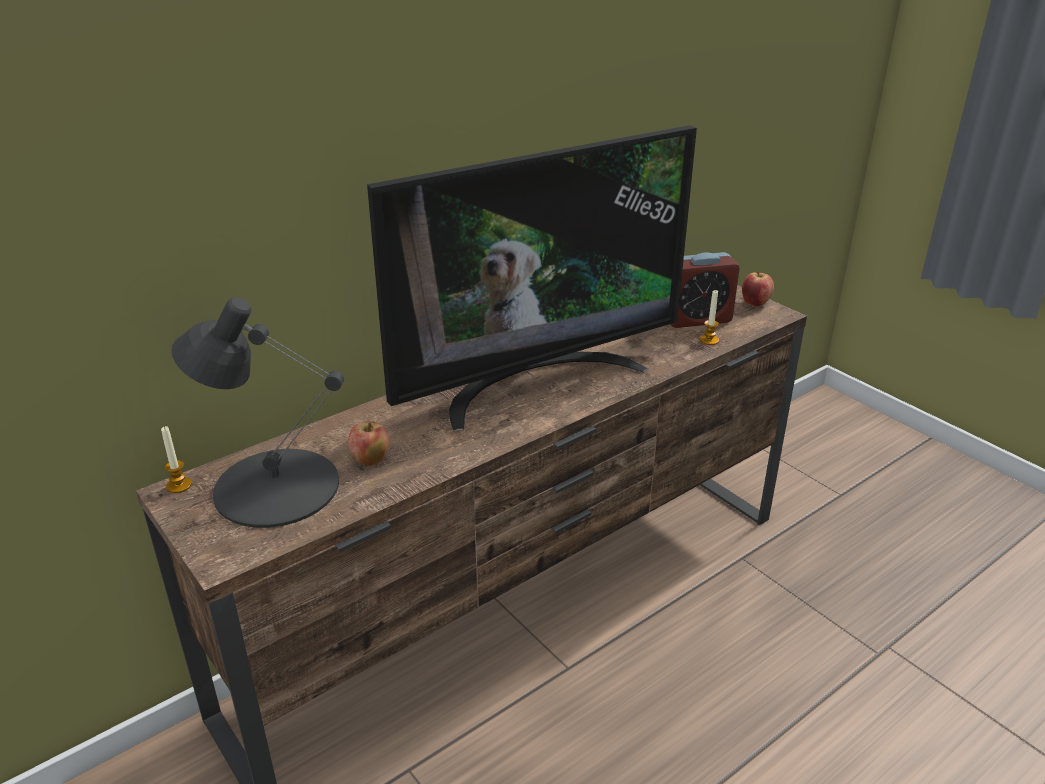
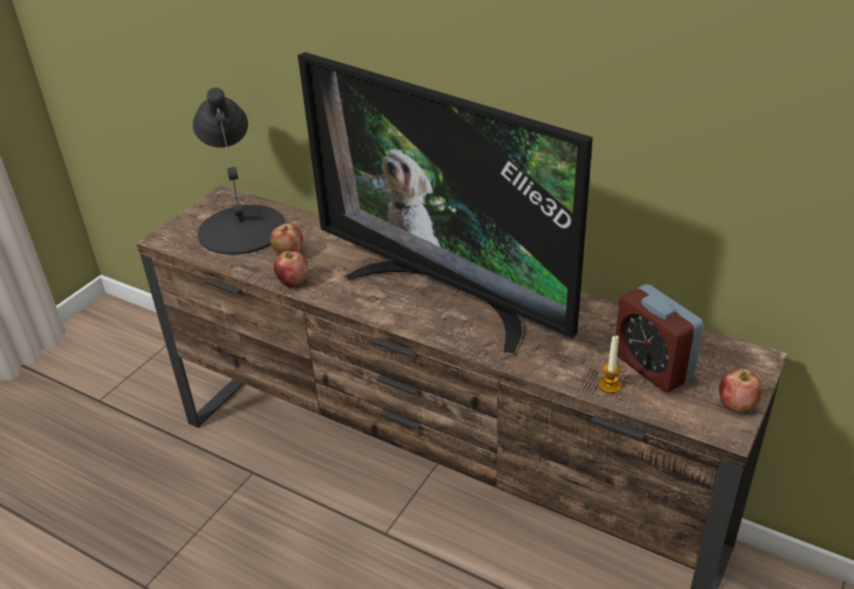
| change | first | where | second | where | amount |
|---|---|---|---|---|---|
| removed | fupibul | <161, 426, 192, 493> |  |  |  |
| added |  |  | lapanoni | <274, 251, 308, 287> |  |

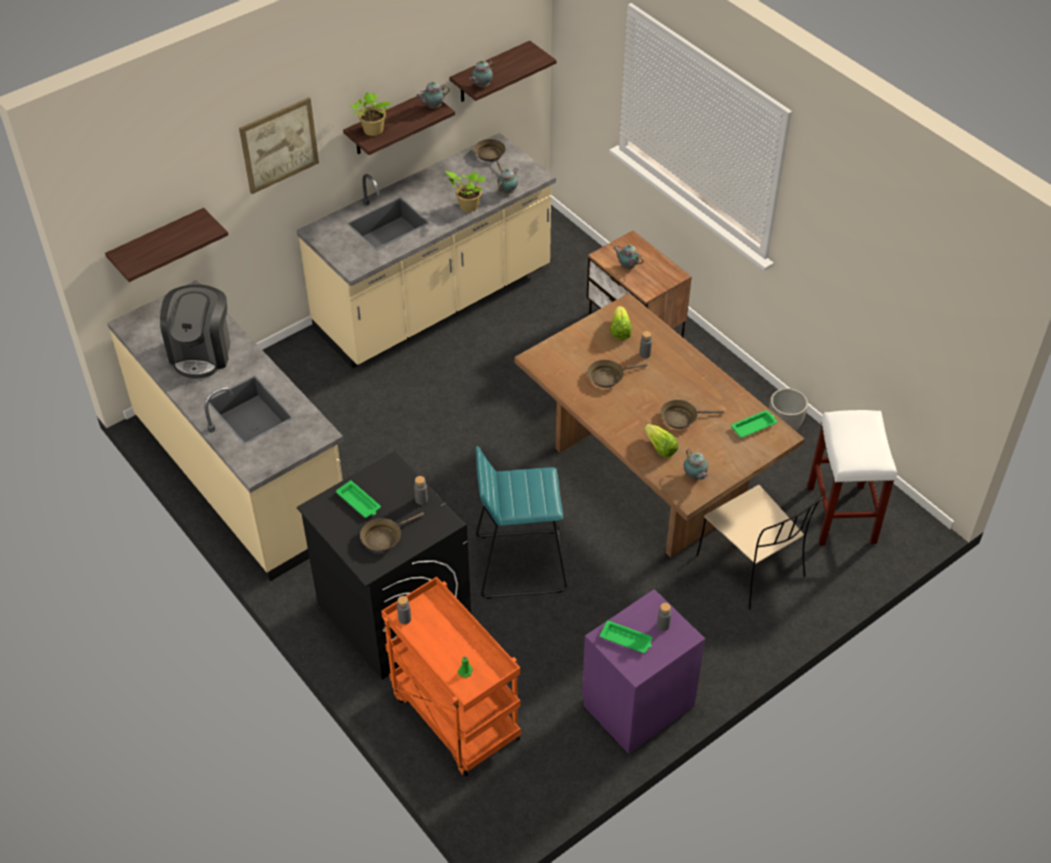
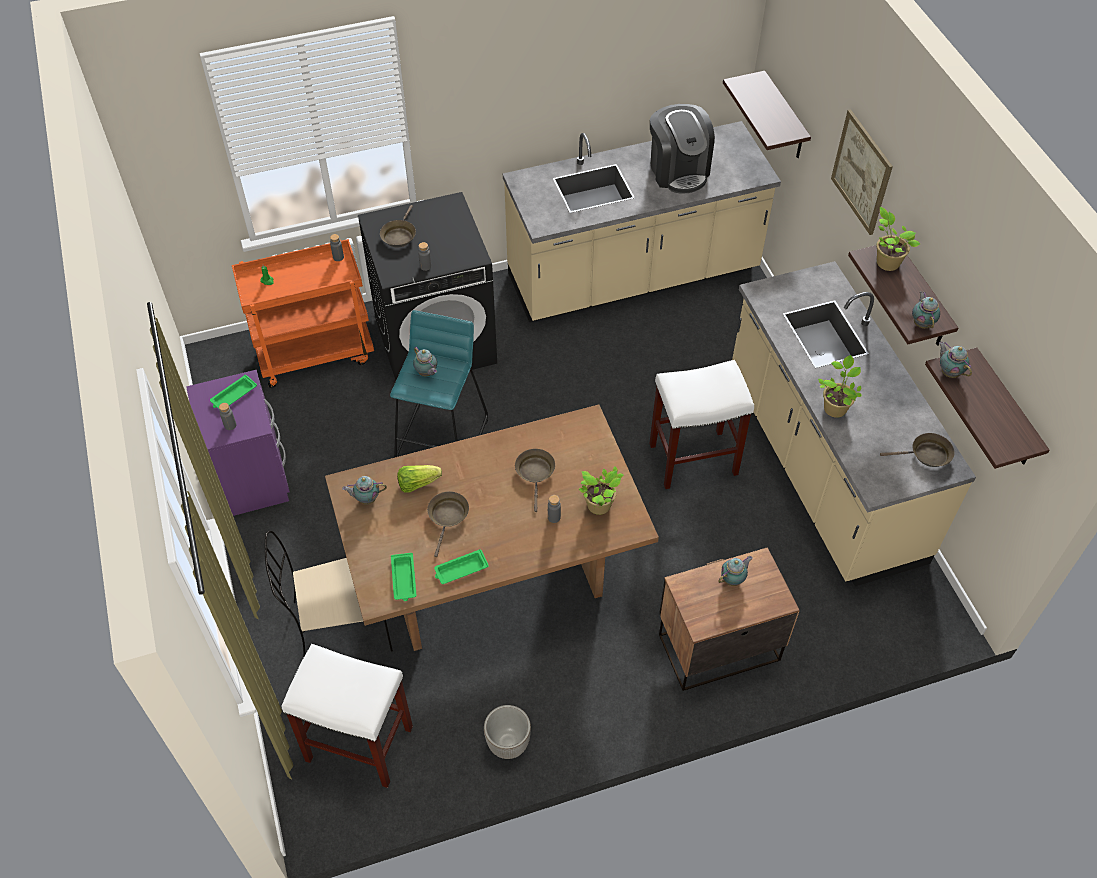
| change | first | where | second | where | amount |
|---|---|---|---|---|---|
| moved | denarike | <497, 168, 518, 194> |  | <413, 346, 437, 376> |  |
| turned | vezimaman | <160, 284, 230, 379> |  | <650, 104, 715, 194> | 135 degrees counterclockwise |
| replaced | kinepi | <610, 306, 632, 340> | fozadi | <579, 466, 624, 515> |  |
| moved | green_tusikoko | <336, 480, 381, 518> |  | <434, 549, 489, 584> |  |
| turned | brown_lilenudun | <360, 512, 424, 552> |  | <380, 205, 416, 247> | 150 degrees counterclockwise |
| added |  |  | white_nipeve | <649, 360, 754, 489> |  |

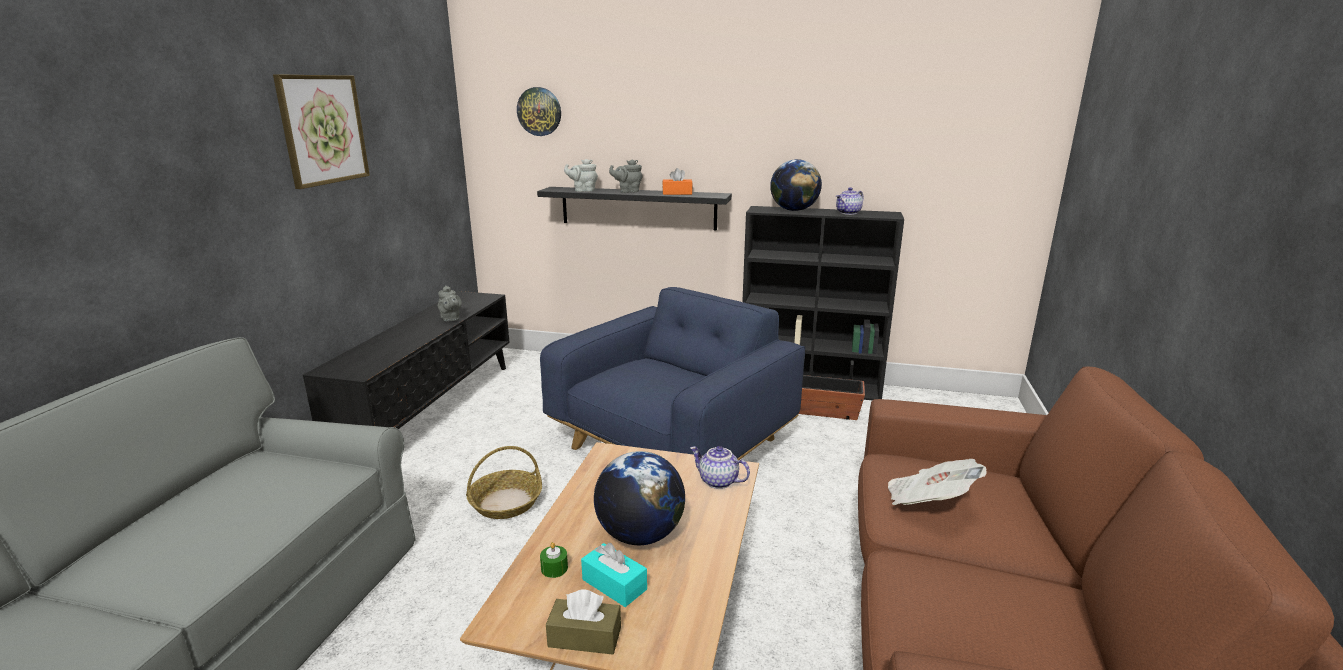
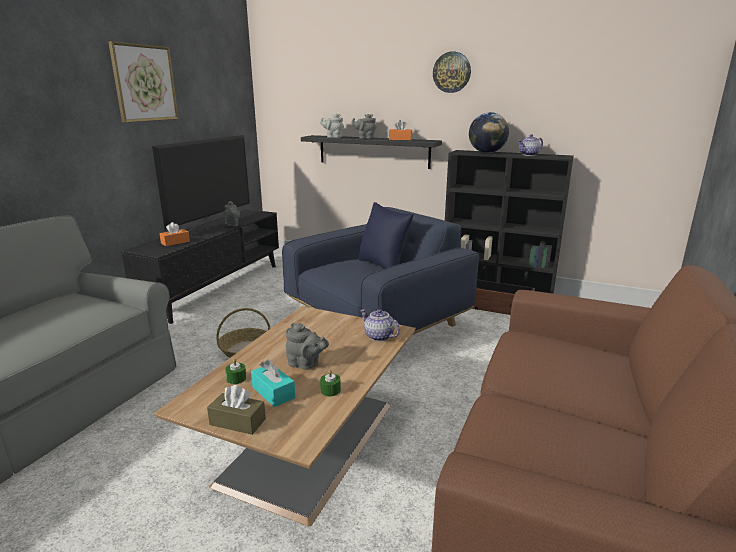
| change | first | where | second | where | amount |
|---|---|---|---|---|---|
| moved | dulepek | <517, 87, 561, 136> |  | <433, 51, 471, 93> |  |
| replaced | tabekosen | <594, 451, 685, 545> | grey_denarike | <286, 323, 329, 370> |  |
| removed | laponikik | <888, 459, 987, 505> |  |  |  |
| added |  |  | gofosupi | <152, 135, 250, 232> |  |
| added |  |  | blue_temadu | <359, 202, 414, 269> |  |
| added |  |  | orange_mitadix | <159, 222, 190, 246> |  |
| added |  |  | green_fupibul | <320, 370, 341, 396> |  |

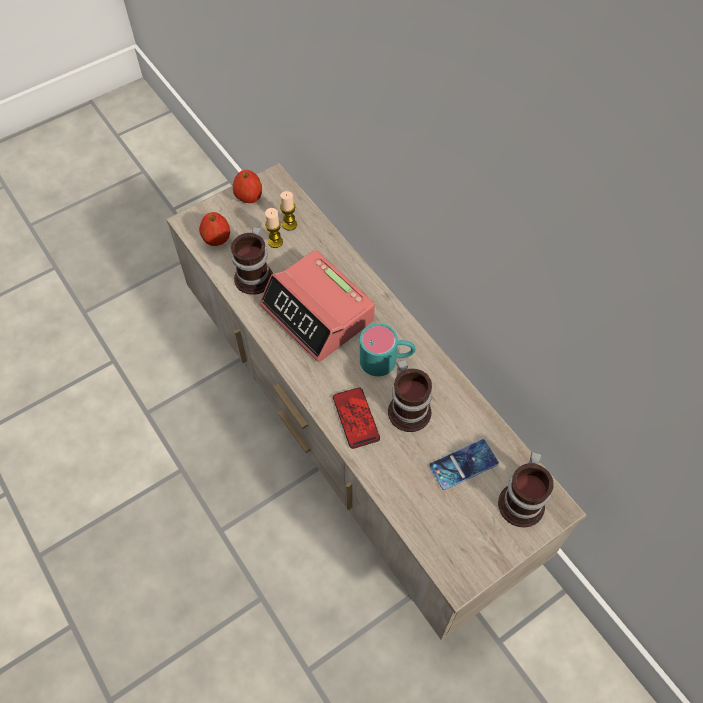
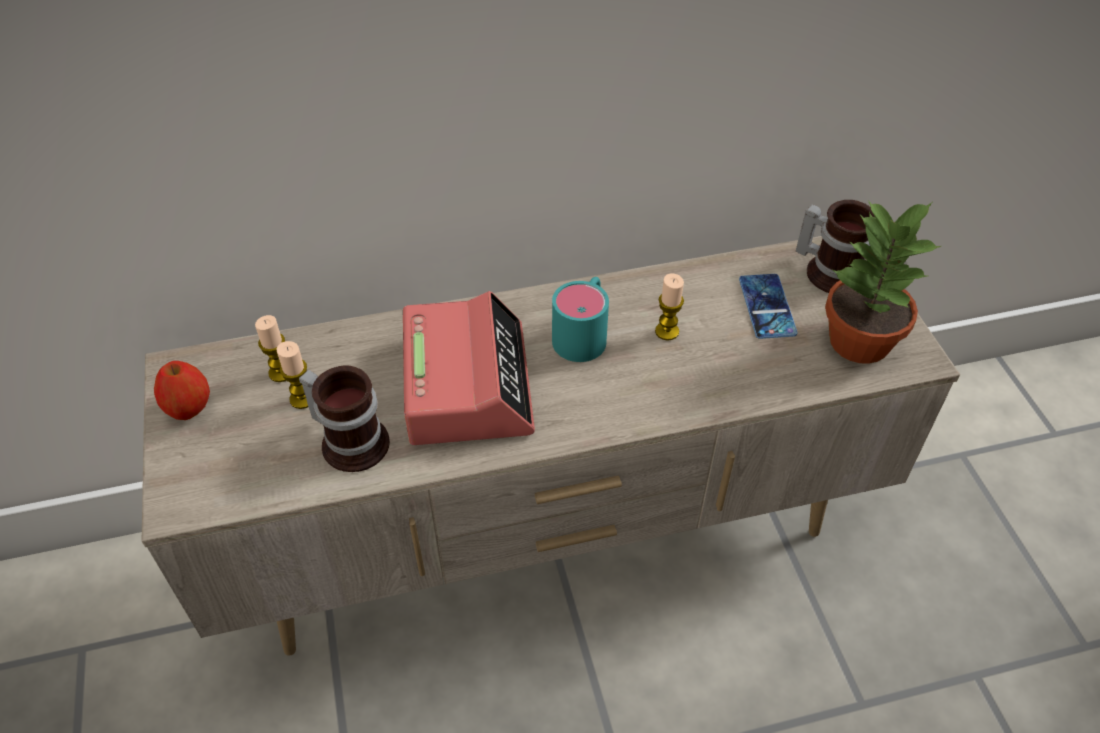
| change | first | where | second | where | amount |
|---|---|---|---|---|---|
| removed | lapanoni | <199, 212, 230, 246> |  |  |  |
| turned | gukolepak | <259, 250, 375, 362> |  | <403, 291, 535, 445> | 75 degrees counterclockwise |
| replaced | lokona | <388, 360, 432, 432> | fupibul | <655, 274, 684, 341> |  |
| removed | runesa | <333, 387, 380, 449> |  |  |  |
| added |  |  | fozadi | <825, 200, 941, 364> |  |

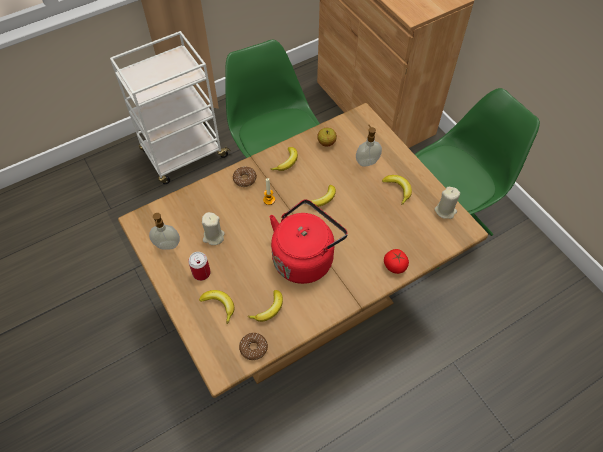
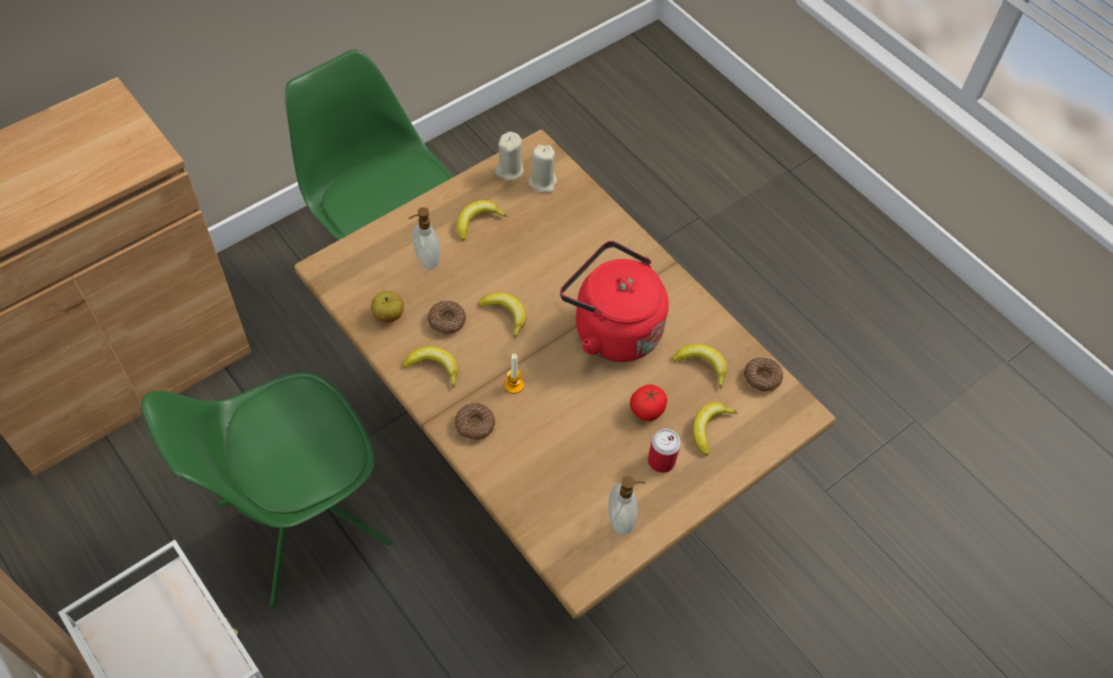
| change | first | where | second | where | amount |
|---|---|---|---|---|---|
| moved | beige_fupibul | <202, 212, 225, 245> |  | <529, 145, 557, 193> |  |
| moved | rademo | <384, 249, 409, 274> |  | <630, 384, 667, 421> |  |
| added |  |  | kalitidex | <428, 301, 466, 335> |  |

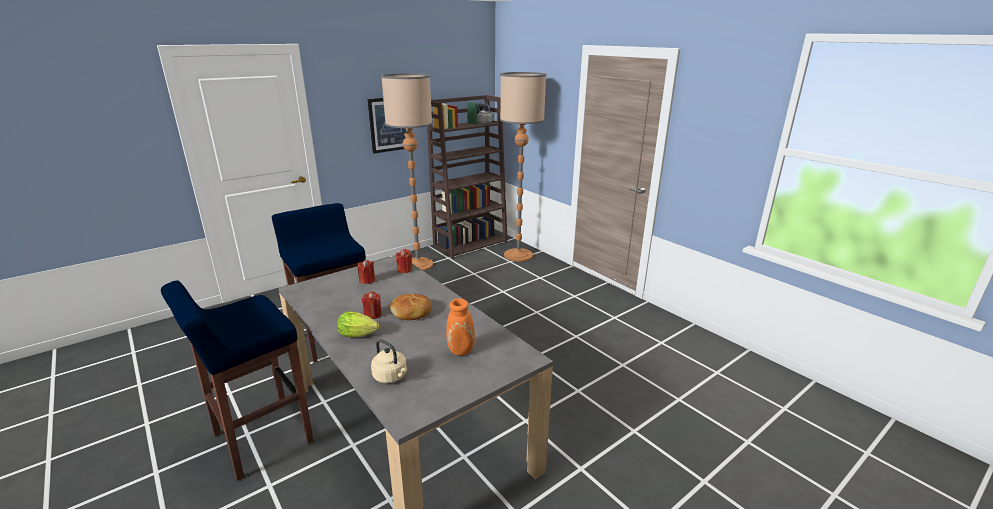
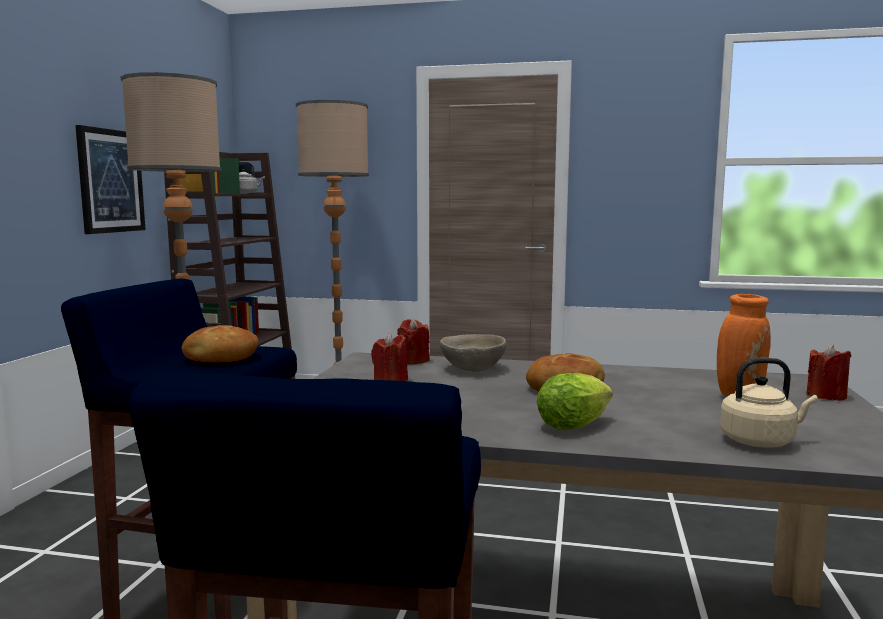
| change | first | where | second | where | amount |
|---|---|---|---|---|---|
| moved | red_fupibul | <362, 291, 382, 319> |  | <806, 344, 851, 401> |  |
| added |  |  | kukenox | <182, 325, 258, 362> |  |
| added |  |  | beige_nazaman | <440, 334, 507, 372> |  |

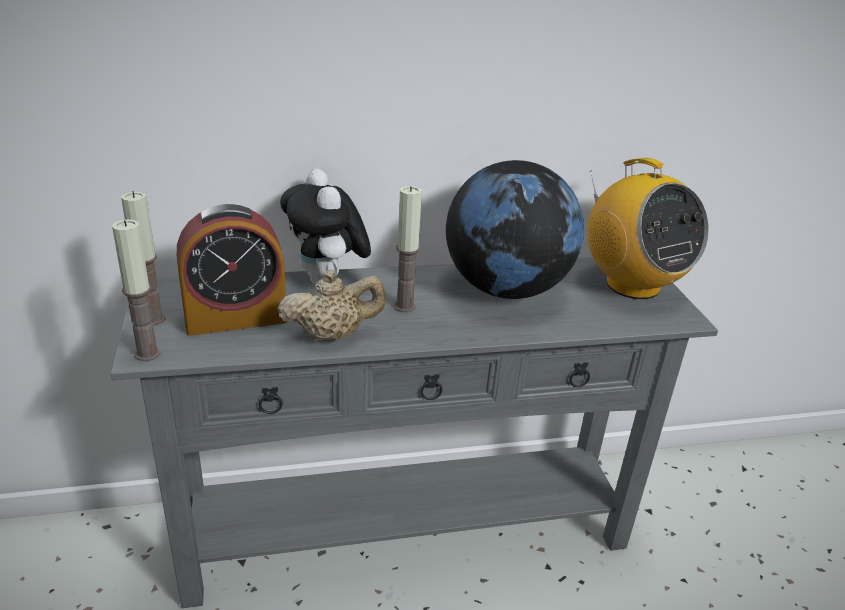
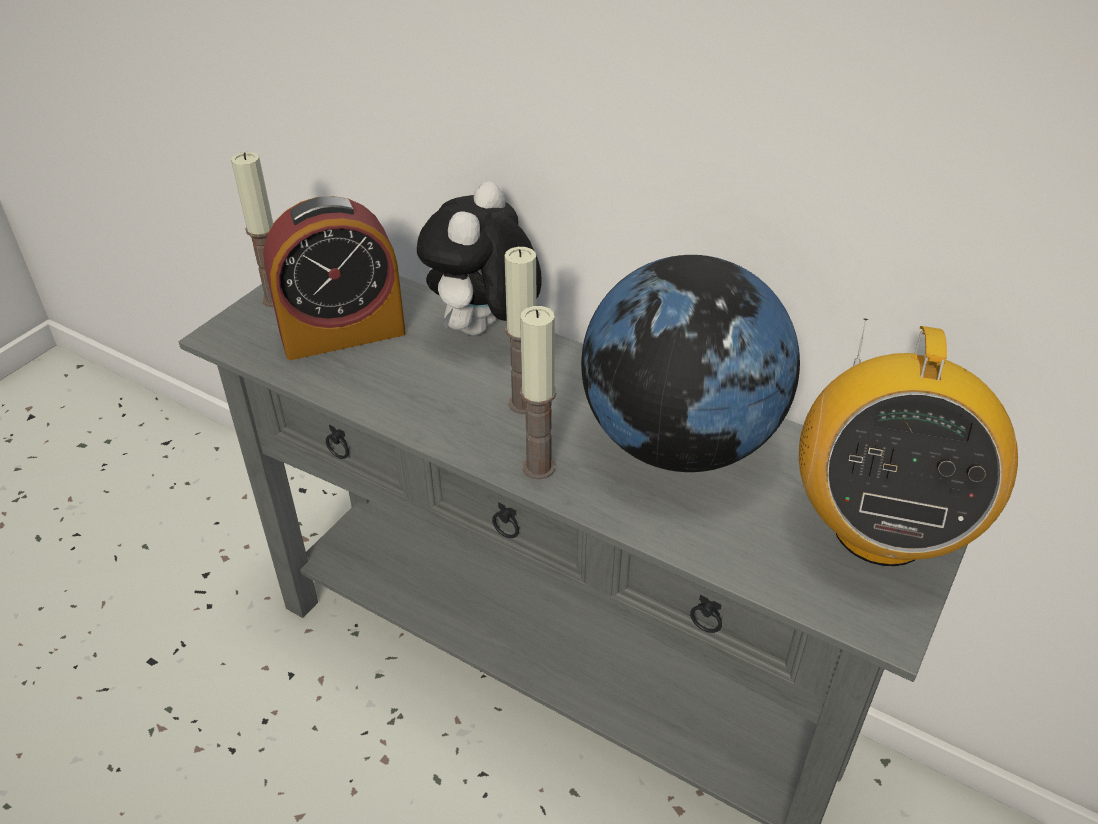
| change | first | where | second | where | amount |
|---|---|---|---|---|---|
| turned | gukolepak | <177, 204, 286, 336> |  | <263, 196, 406, 360> | 45 degrees counterclockwise |
| moved | fupibul | <112, 219, 161, 361> |  | <520, 306, 556, 480> |  |
| removed | beige_denarike | <277, 269, 385, 342> |  |  |  |

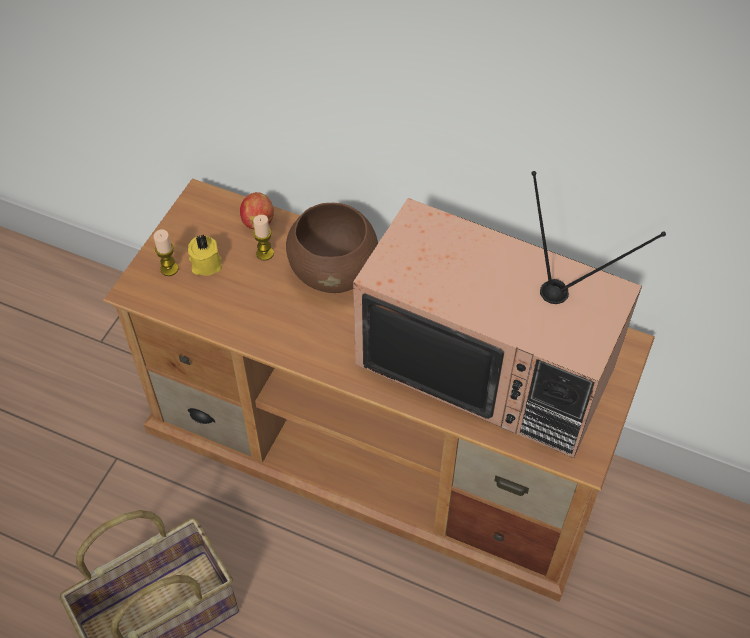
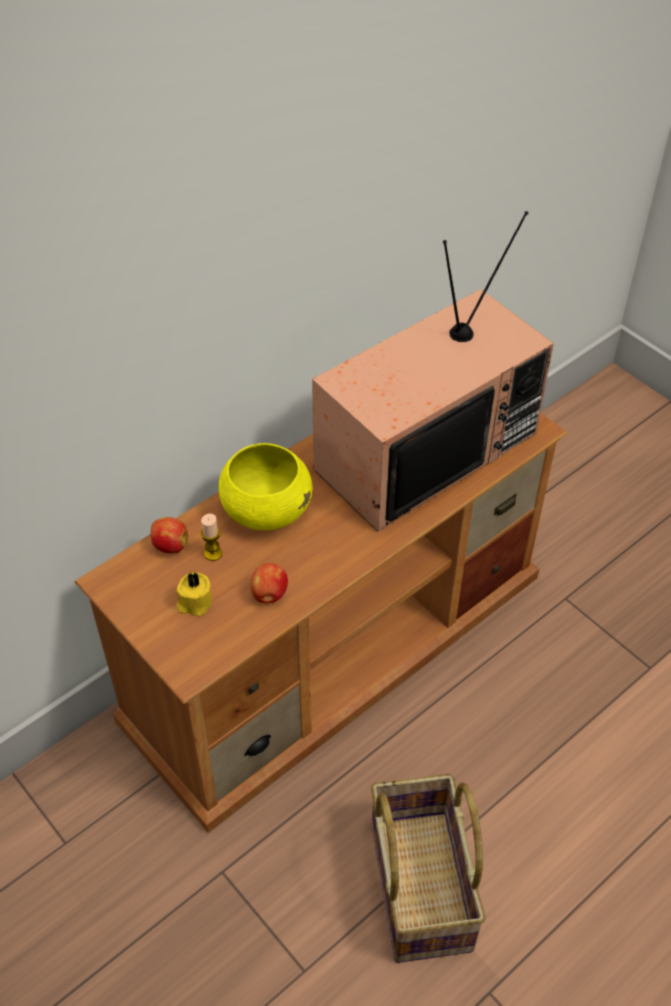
| change | first | where | second | where | amount |
|---|---|---|---|---|---|
| recoloured | brown_nazaman | <286, 203, 378, 293> | yellow_nazaman | <219, 443, 313, 530> |  |
| removed | fupibul | <154, 229, 178, 276> |  |  |  |
| added |  |  | lapanoni | <250, 563, 288, 604> |  |

